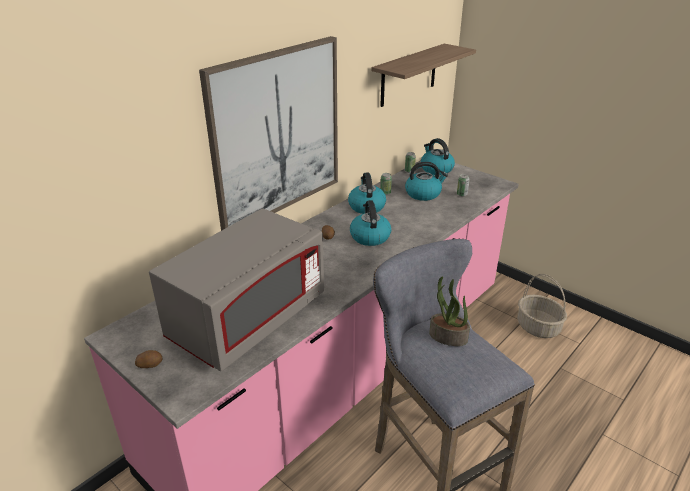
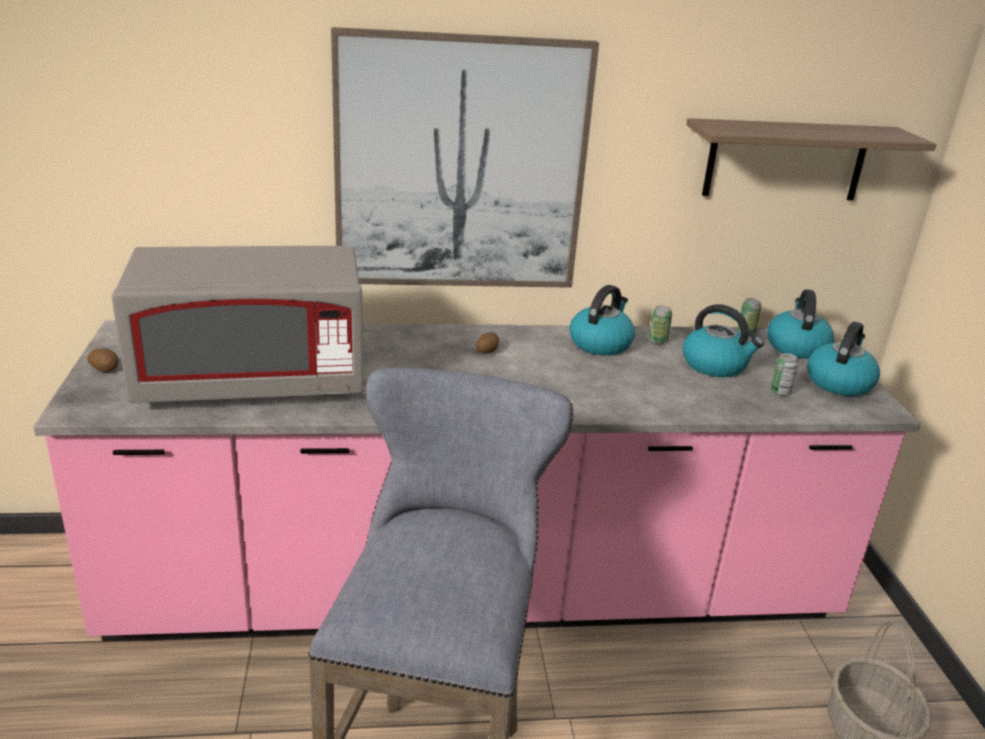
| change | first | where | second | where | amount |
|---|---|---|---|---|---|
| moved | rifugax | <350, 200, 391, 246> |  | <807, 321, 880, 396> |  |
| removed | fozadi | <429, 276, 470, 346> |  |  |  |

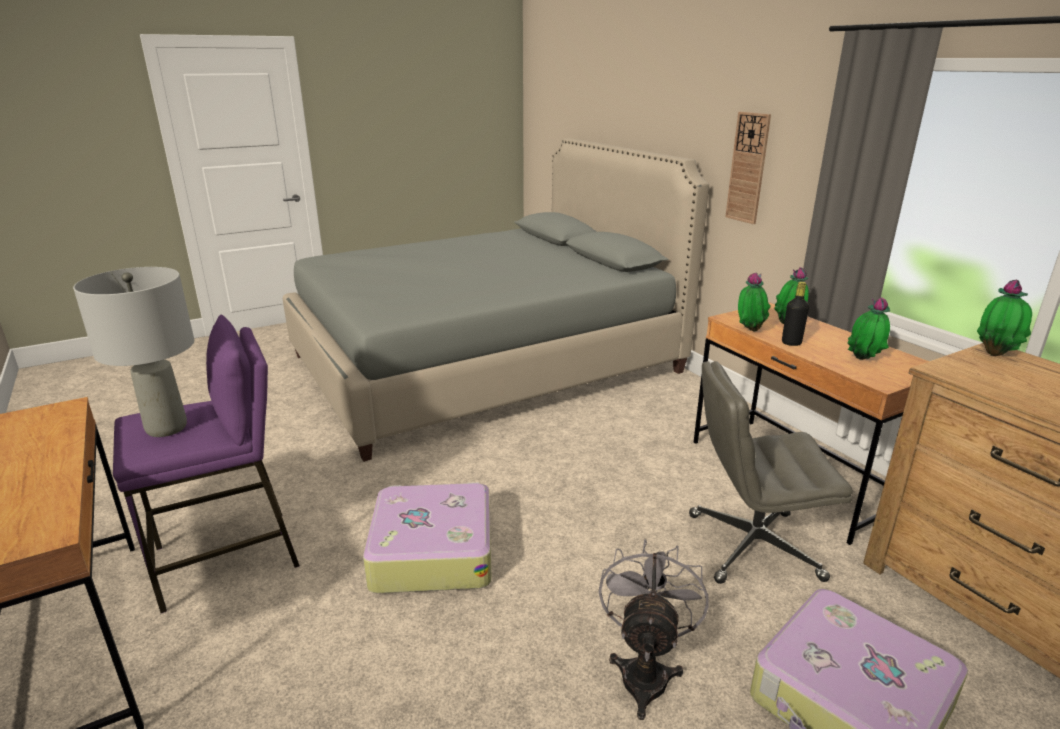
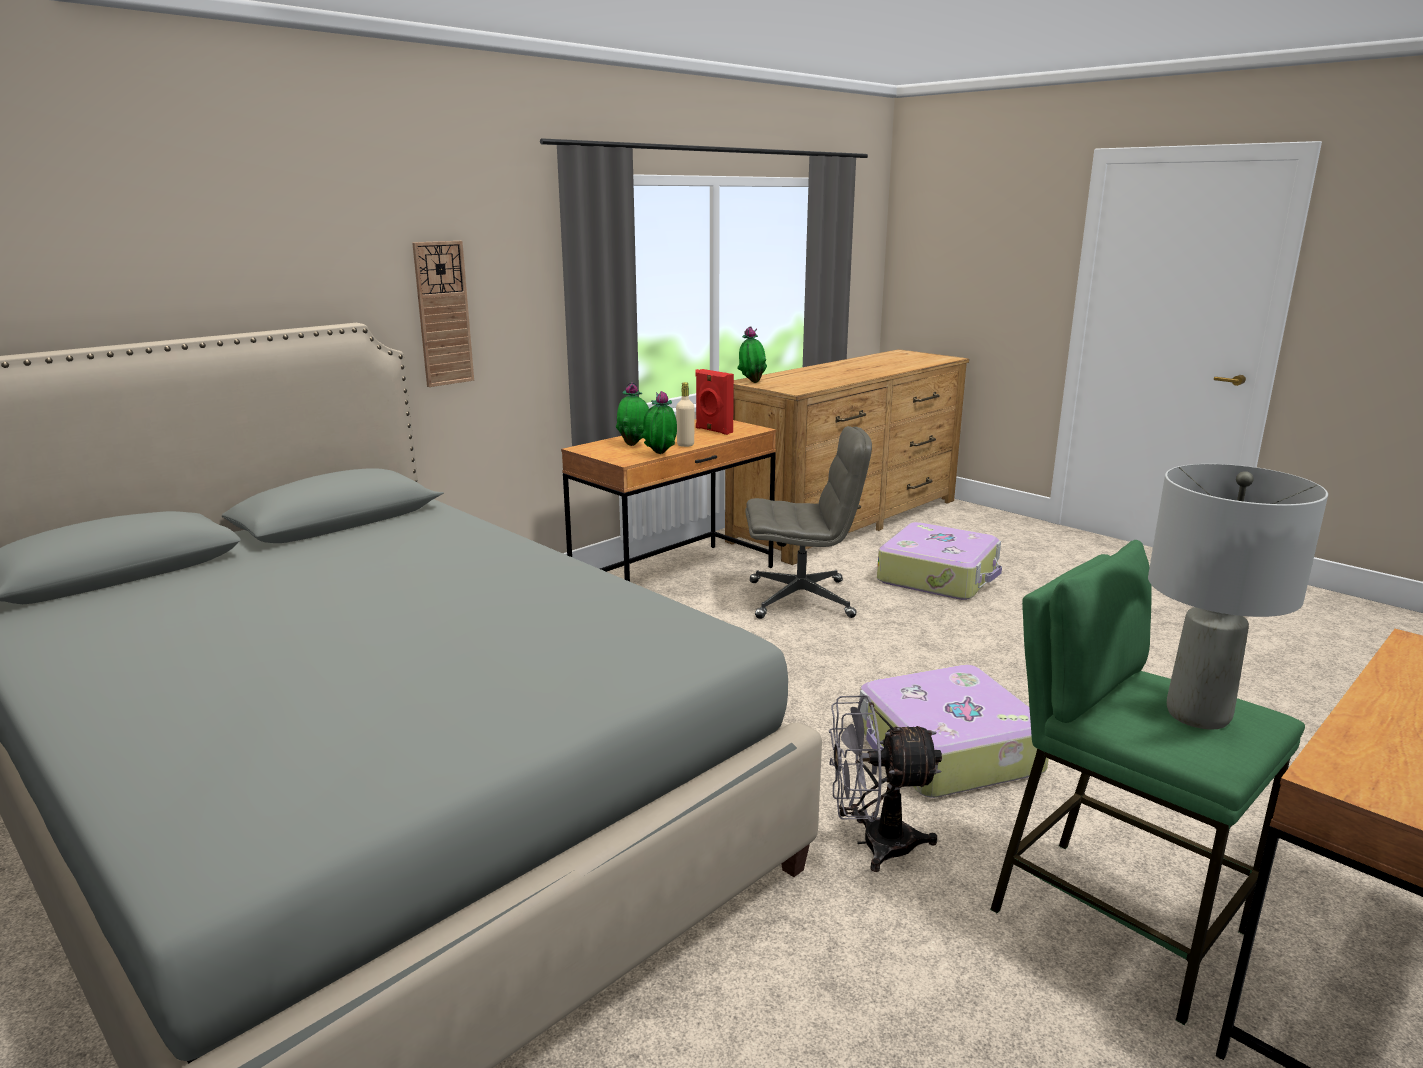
| change | first | where | second | where | amount |
|---|---|---|---|---|---|
| recoloured | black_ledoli | <782, 281, 809, 346> | beige_ledoli | <676, 382, 695, 447> |  |
| replaced | fozadi | <847, 297, 890, 360> | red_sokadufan | <695, 369, 734, 435> |  |
| recoloured | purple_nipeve | <113, 315, 300, 613> | green_nipeve | <990, 540, 1305, 1025> |  |
| turned | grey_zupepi | <689, 361, 853, 584> |  | <746, 426, 872, 619> | 75 degrees counterclockwise |
| moved | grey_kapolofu | <599, 539, 708, 720> |  | <829, 695, 942, 872> |  |

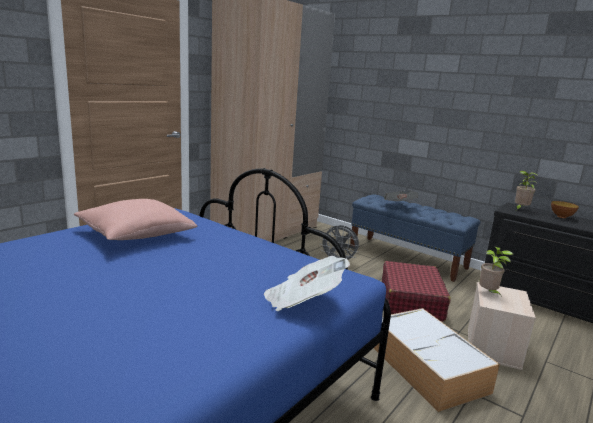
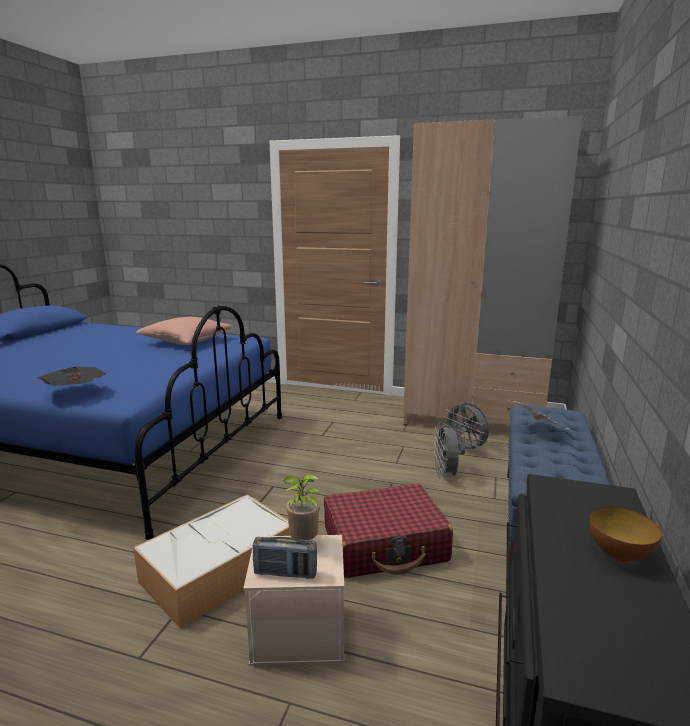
| change | first | where | second | where | amount |
|---|---|---|---|---|---|
| removed | fozadi | <515, 171, 539, 210> |  |  |  |
| added |  |  | grey_kapolofu | <443, 402, 489, 453> |  |
| added |  |  | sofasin | <253, 537, 317, 579> |  |

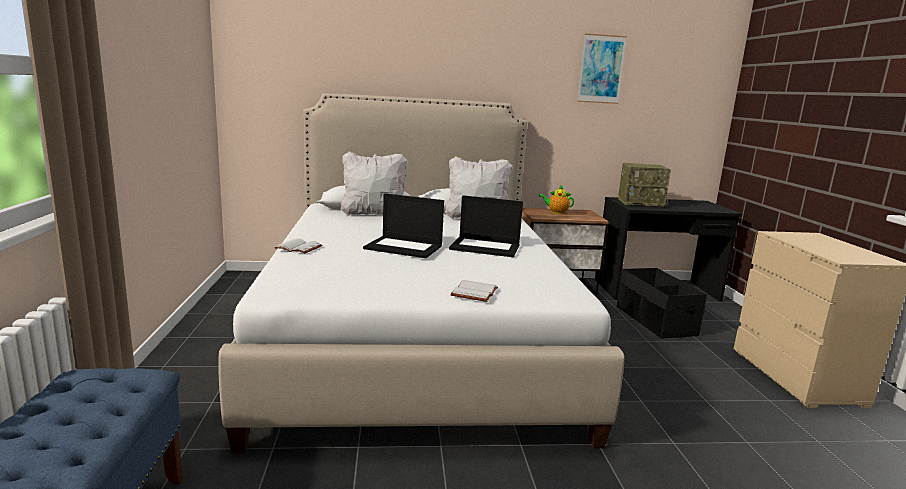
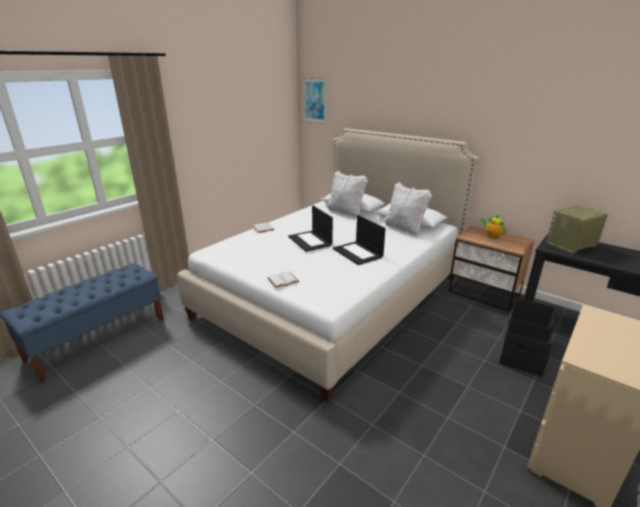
| change | first | where | second | where | amount |
|---|---|---|---|---|---|
| moved | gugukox | <577, 33, 627, 104> |  | <303, 78, 326, 124> |  |
| turned | sofasin | <618, 163, 671, 207> |  | <545, 205, 608, 253> | 105 degrees clockwise |

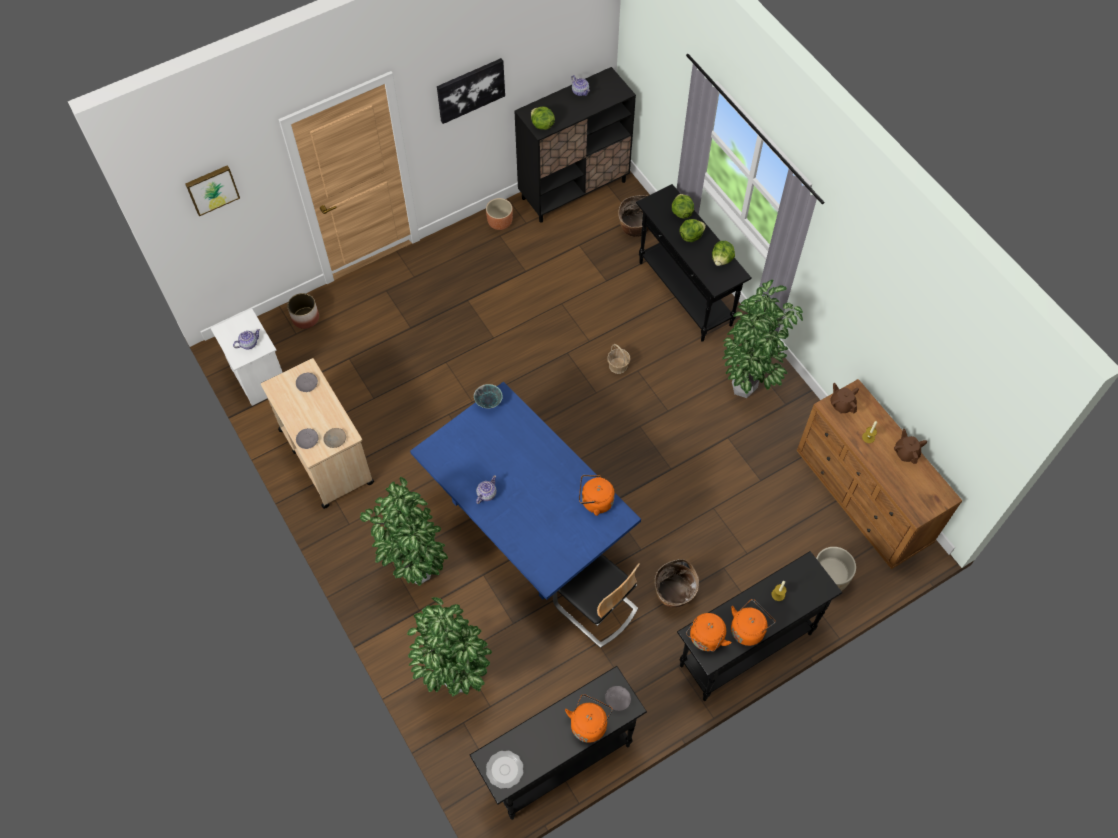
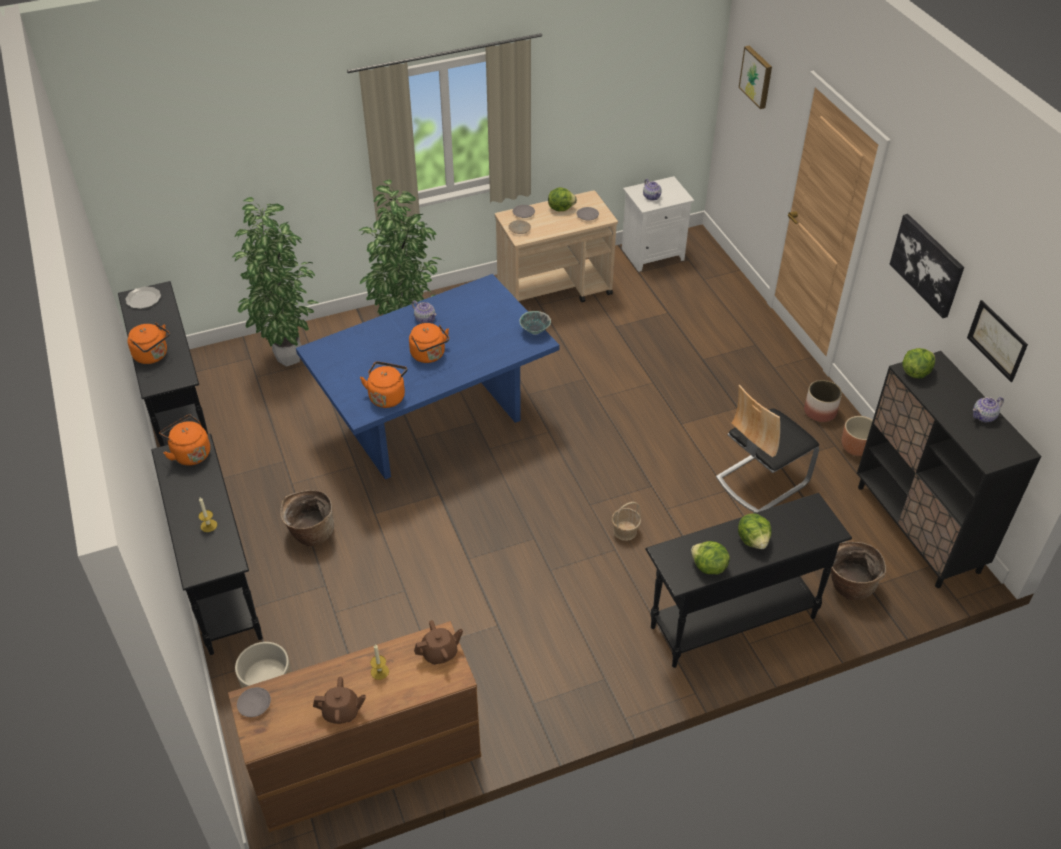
| change | first | where | second | where | amount |
|---|---|---|---|---|---|
| moved | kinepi | <672, 194, 694, 218> |  | <548, 187, 577, 211> |  |
| removed | fozadi | <722, 280, 803, 398> |  |  |  |
| moved | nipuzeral | <287, 293, 319, 329> |  | <804, 380, 842, 422> |  |
| moved | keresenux | <553, 554, 640, 648> |  | <716, 385, 819, 513> |  |
| moved | orange_rifugax | <731, 599, 775, 646> |  | <409, 323, 449, 363> |  |
| moved | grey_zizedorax | <605, 686, 631, 711> |  | <237, 687, 271, 717> |  |
| added |  |  | gugukox | <967, 300, 1028, 382> |  |

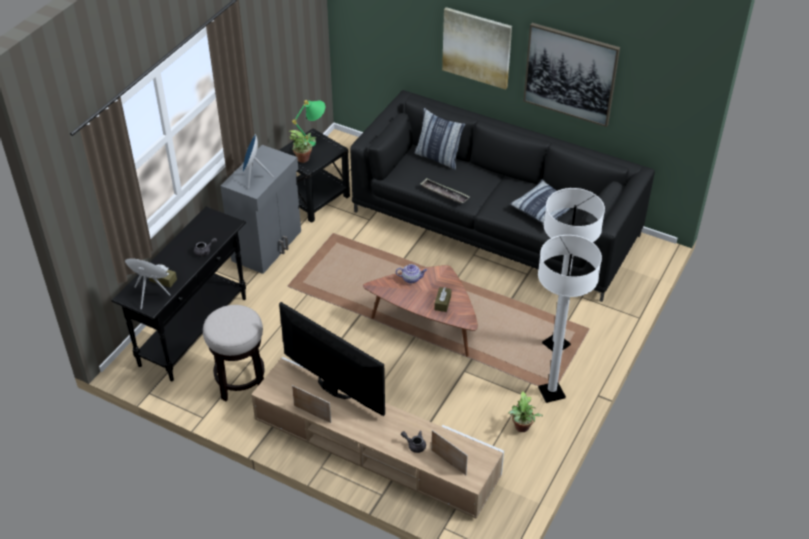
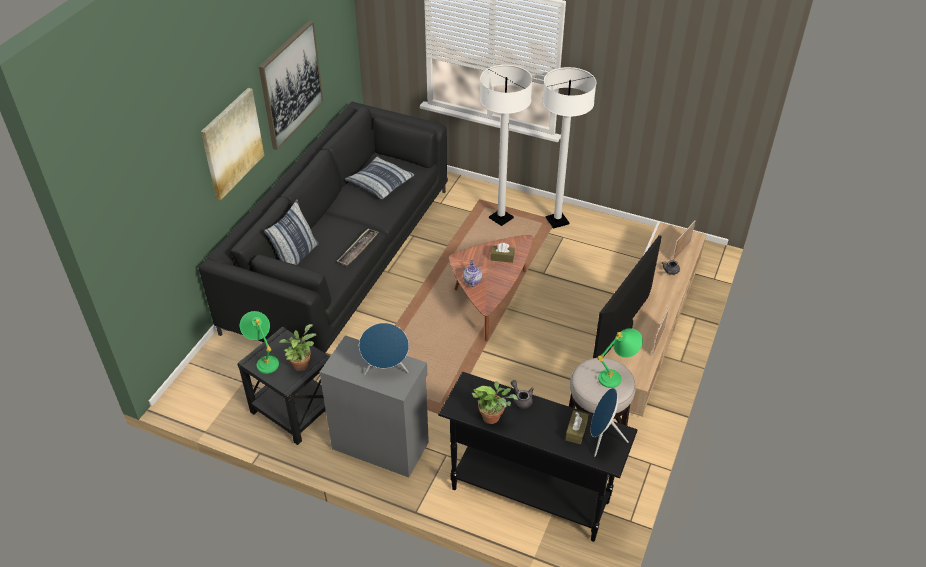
| change | first | where | second | where | amount |
|---|---|---|---|---|---|
| moved | fozadi | <509, 391, 543, 432> |  | <472, 381, 518, 424> |  |
| added |  |  | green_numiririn | <597, 328, 643, 388> |  |

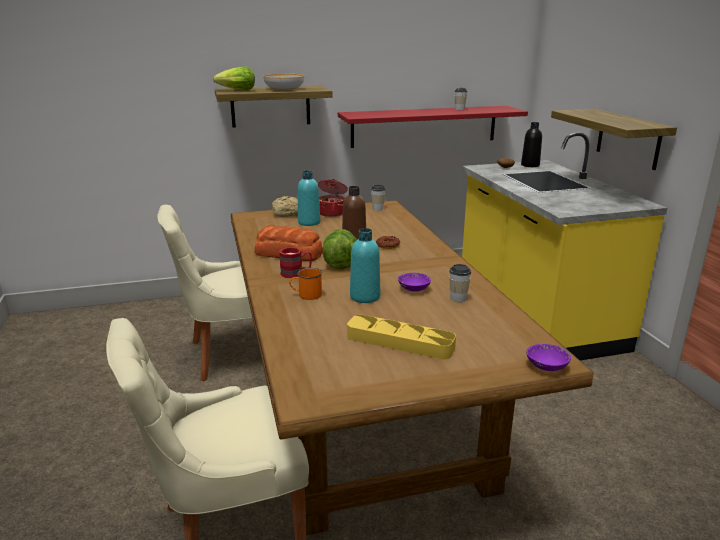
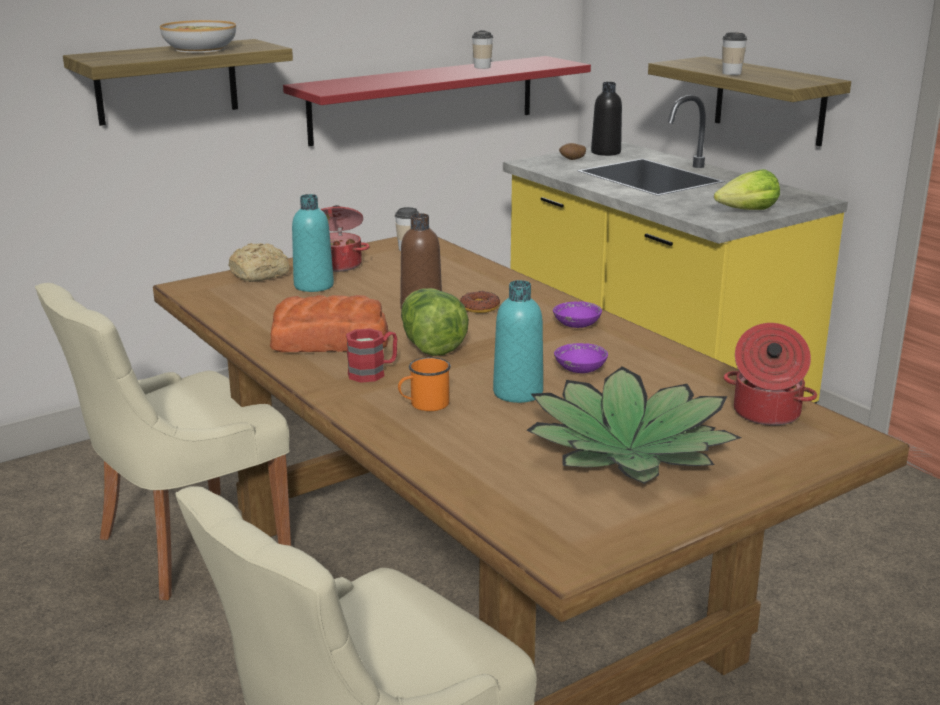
| change | first | where | second | where | amount |
|---|---|---|---|---|---|
| moved | kinepi | <213, 66, 255, 90> |  | <714, 169, 780, 210> |  |
| moved | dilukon | <449, 264, 471, 302> |  | <722, 32, 747, 75> |  |
| replaced | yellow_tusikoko | <347, 314, 456, 359> | fozadi | <526, 366, 741, 484> |  |
| moved | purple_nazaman | <526, 344, 571, 371> |  | <553, 301, 602, 328> |  |
| added |  |  | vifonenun | <724, 323, 817, 426> |  |

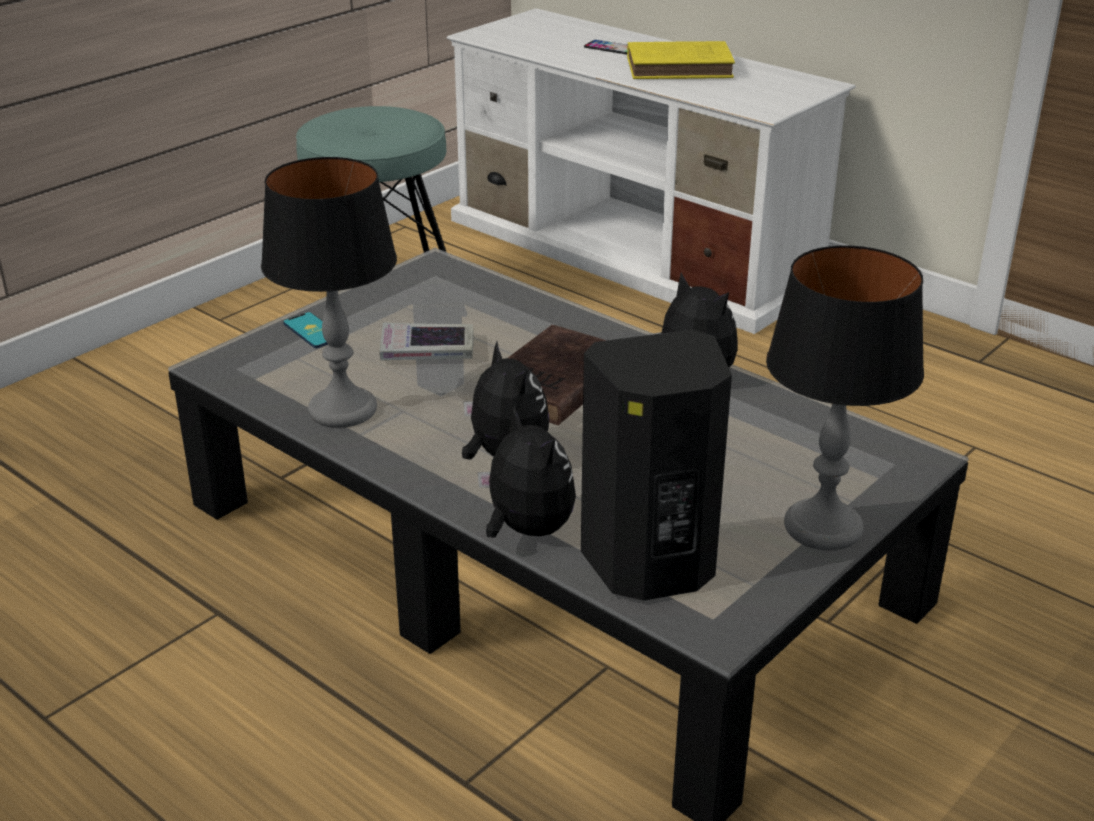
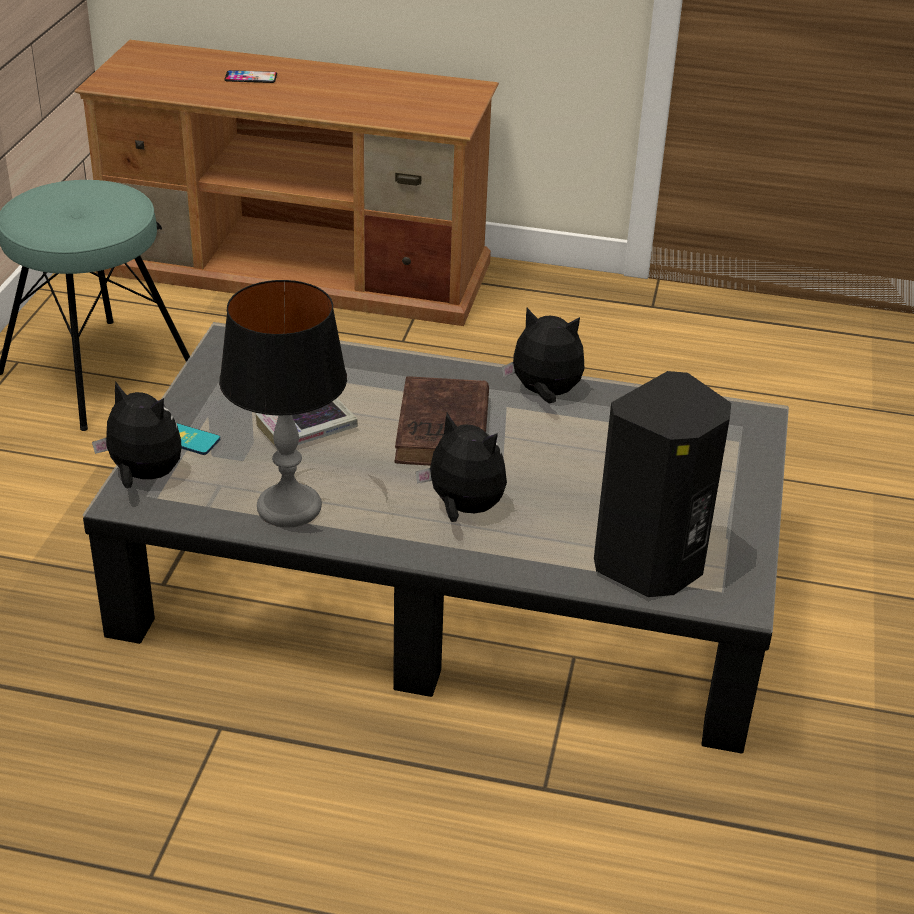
| change | first | where | second | where | amount |
|---|---|---|---|---|---|
| recoloured | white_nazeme | <446, 8, 856, 334> | brown_nazeme | <74, 40, 499, 326> |  |
| removed | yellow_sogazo | <627, 41, 735, 79> |  |  |  |
| removed | numiririn | <766, 246, 924, 551> |  |  |  |
| moved | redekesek | <477, 406, 576, 538> |  | <92, 381, 182, 488> |  |

